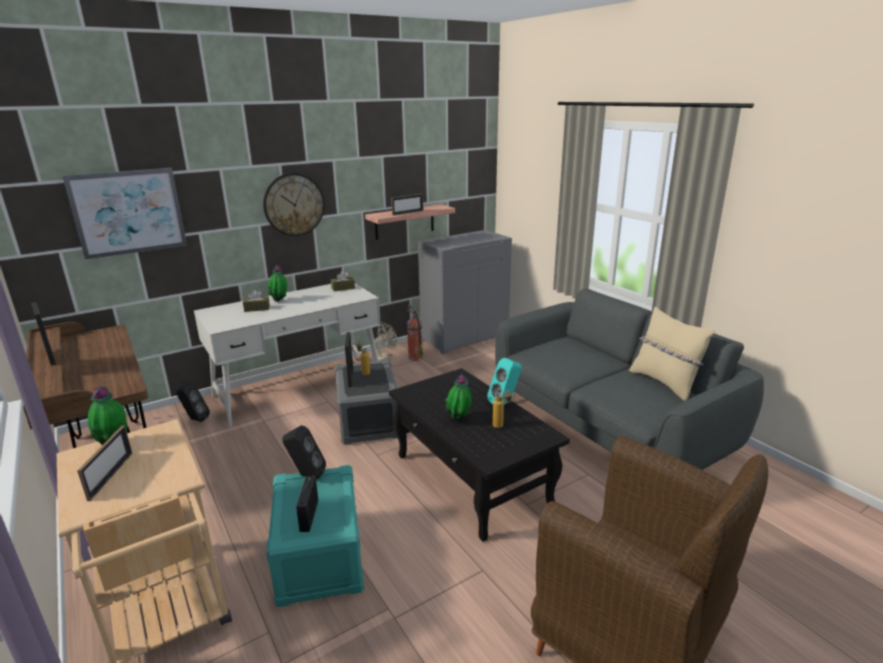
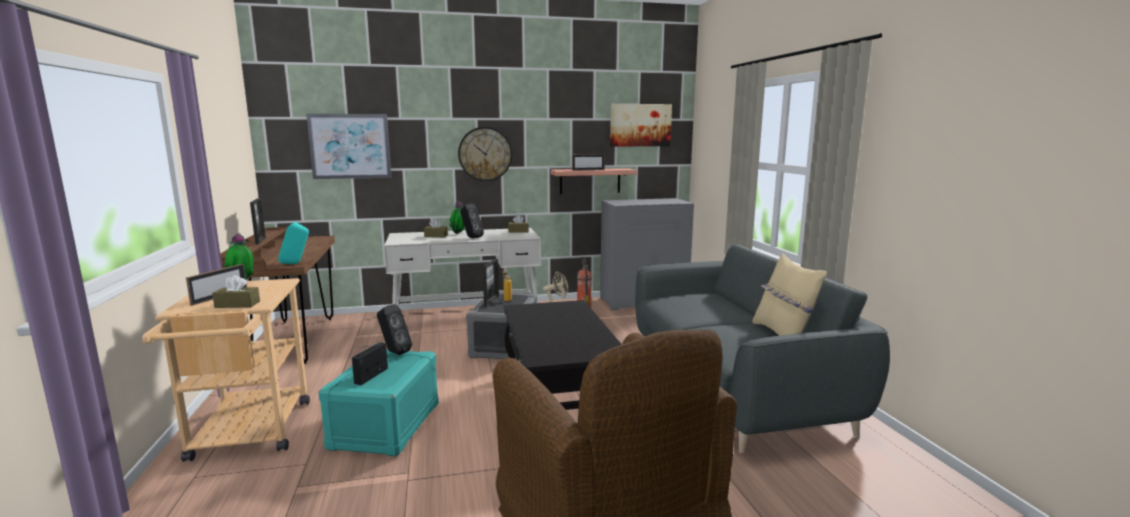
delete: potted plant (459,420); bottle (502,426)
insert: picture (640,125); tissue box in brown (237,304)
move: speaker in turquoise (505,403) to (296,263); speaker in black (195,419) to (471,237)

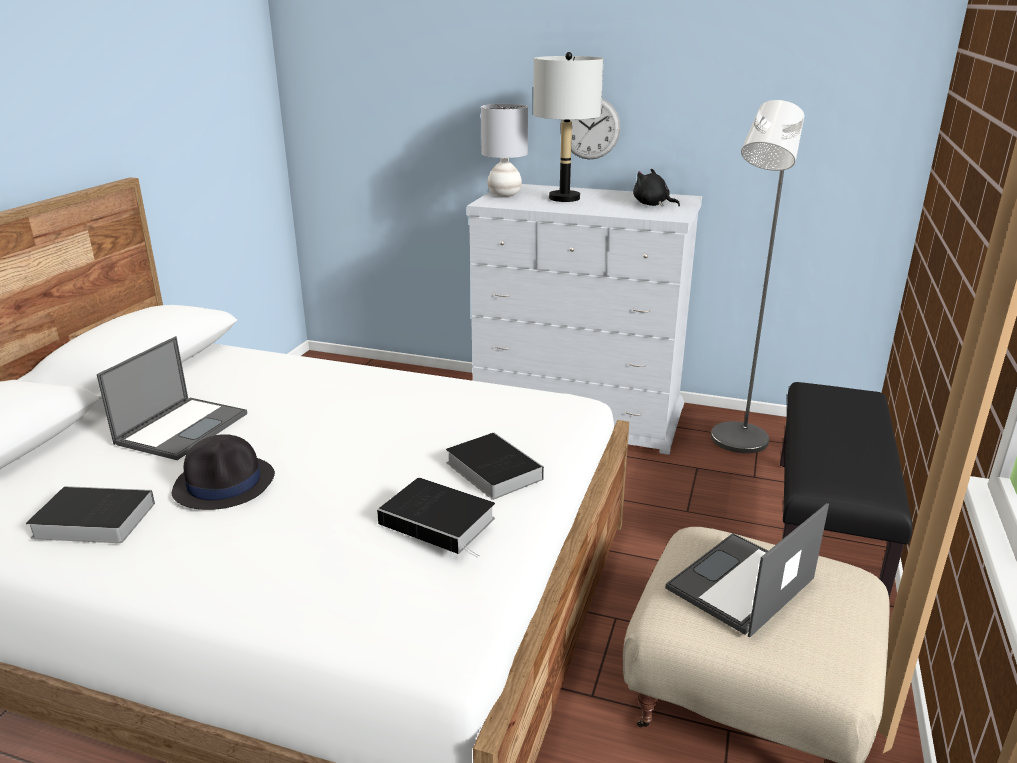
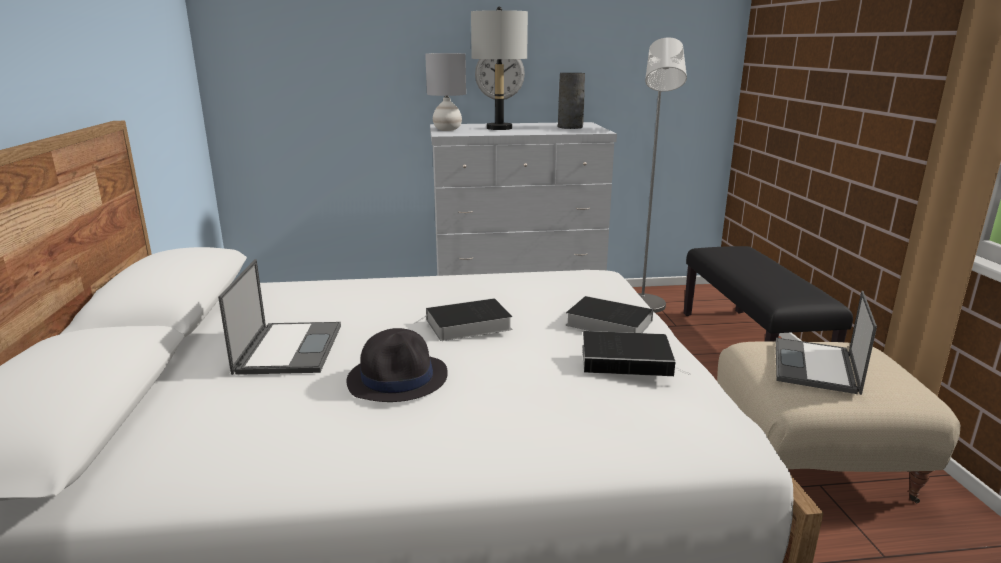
move: book (90,521) to (466,325)
replace: plush toy in black (652,205) to vase in grey (570,127)

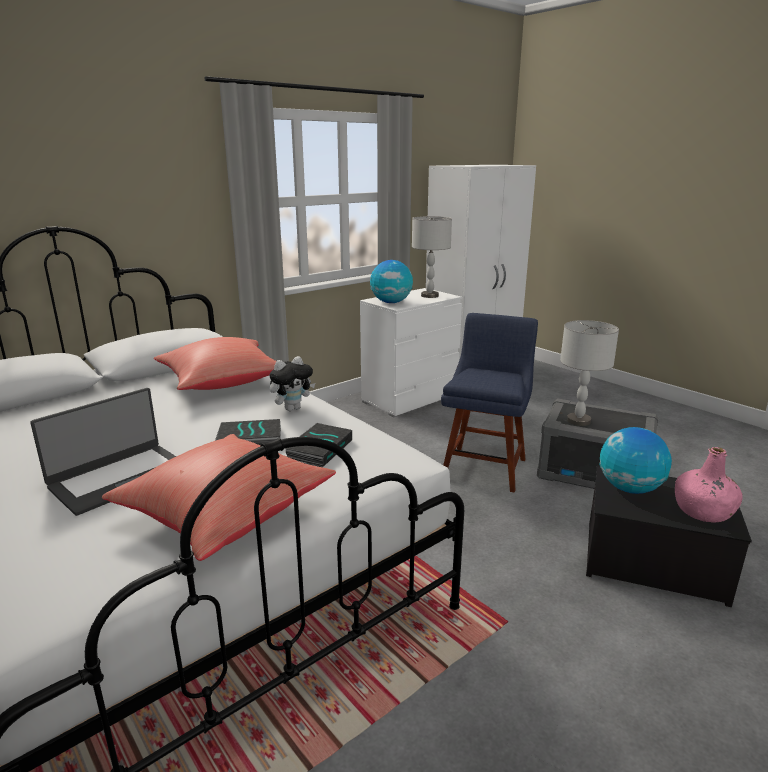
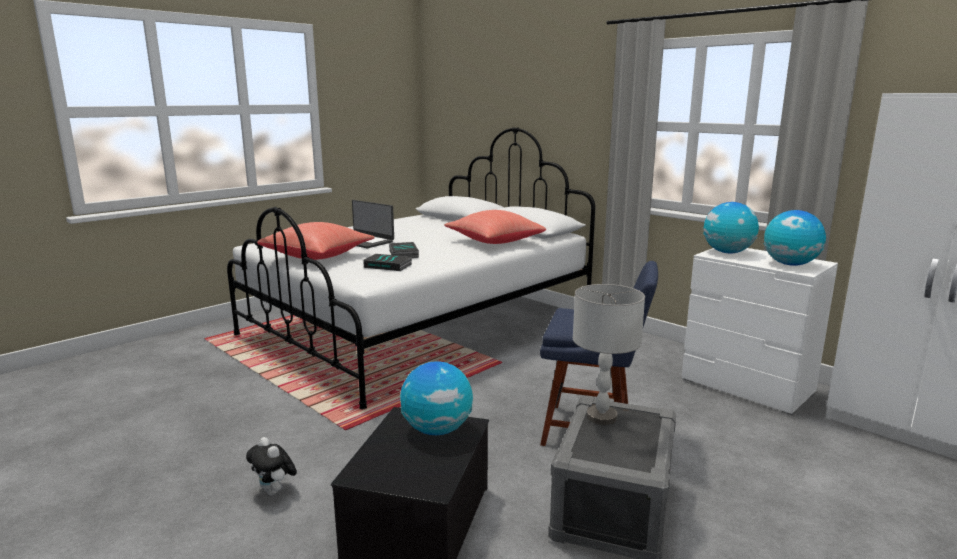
delete: bottle in pink (703,511)
move: plush toy (292,408) to (275,492)
replace: table lamp in grey (430,296) to globe (790,264)

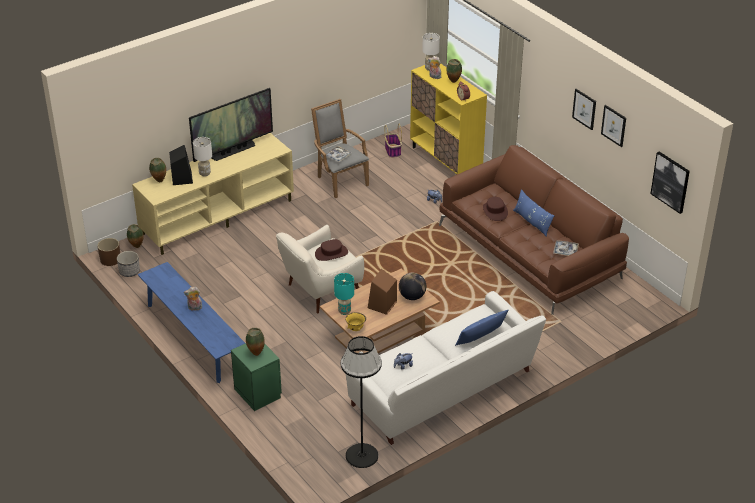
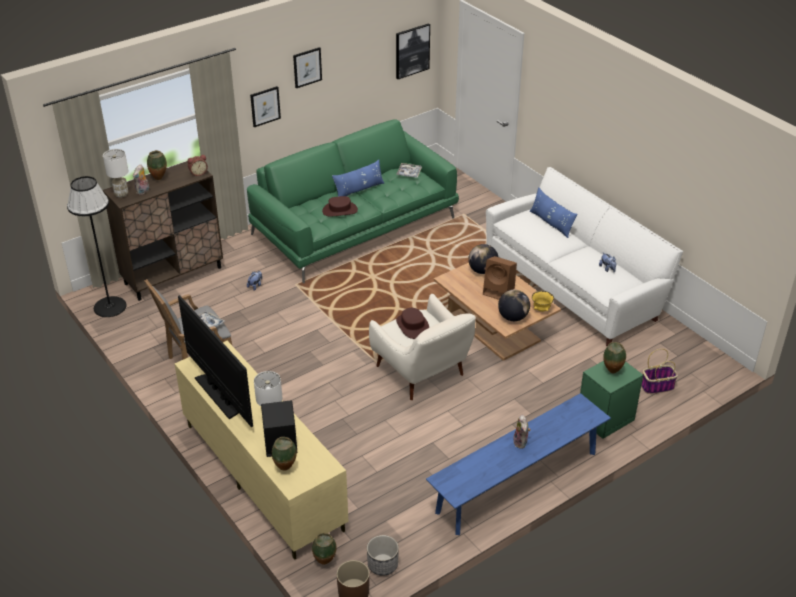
move: picture (614,125) to (265,106); basket (393,151) to (657,386); floor lamp in black (362,455) to (110,307)
replace: table lamp in turquoise (345,311) to globe (513,317)
recolor: cabinet in yellow (446,160) to cabinet in brown (173,275); sofa in brown (530,252) to sofa in green (355,226)

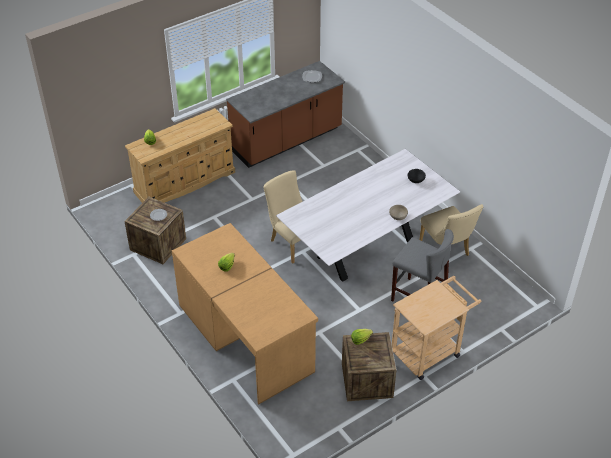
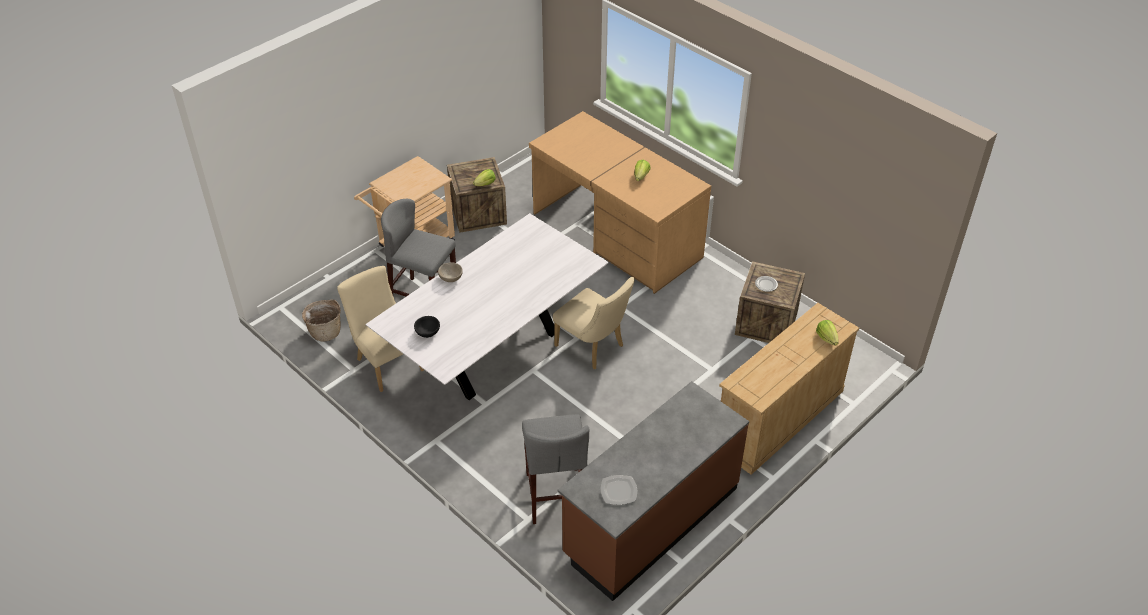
insert: basket (325,331); stool in grey (556,495)

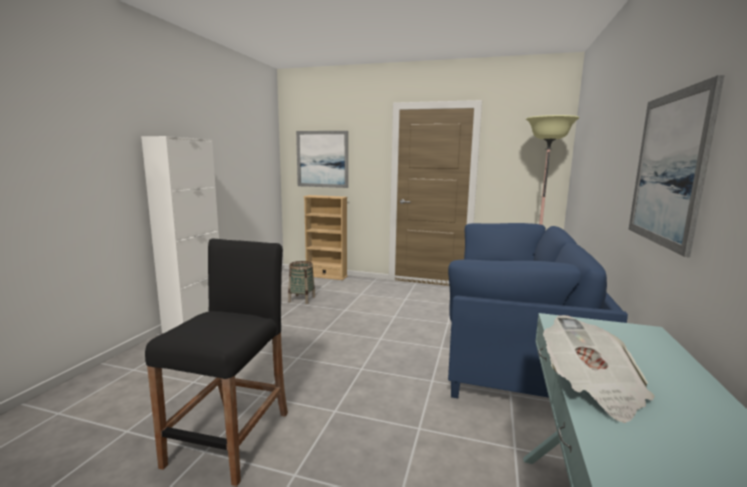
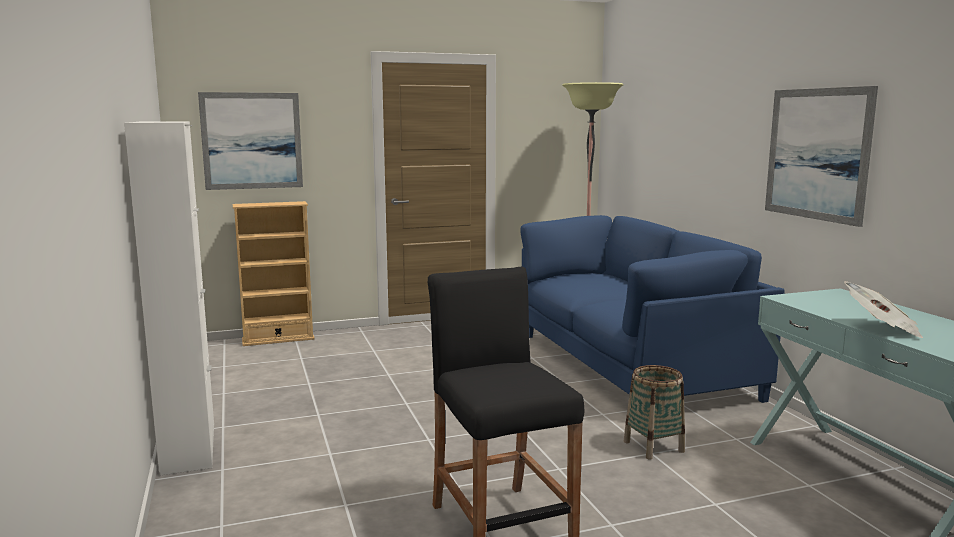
move: basket (302,299) to (653,446)

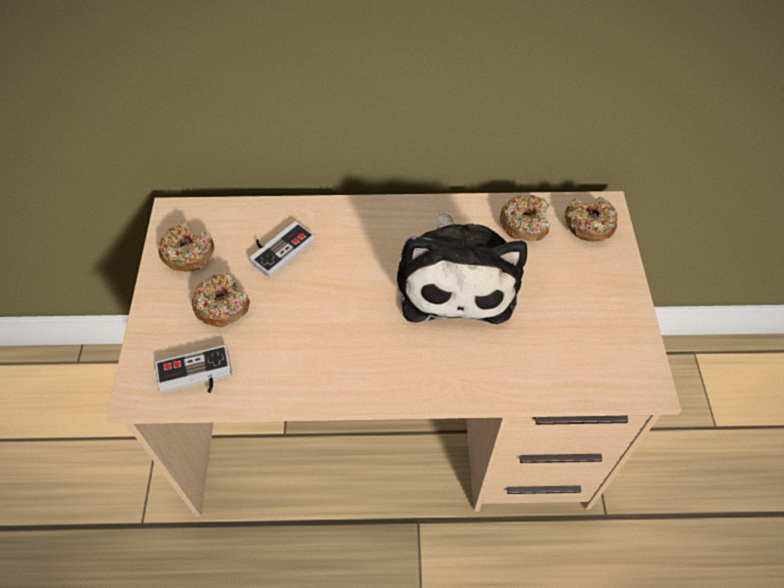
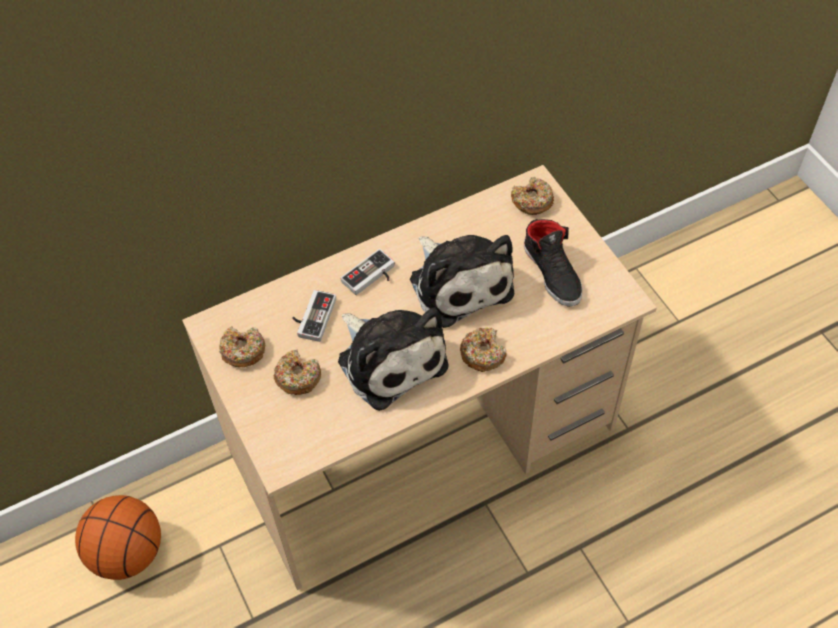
insert: shoe in black (553,272); plush toy (389,359); basketball (128,552)
move: donut (524,223) to (483,353); game controller (196,377) to (371,277)

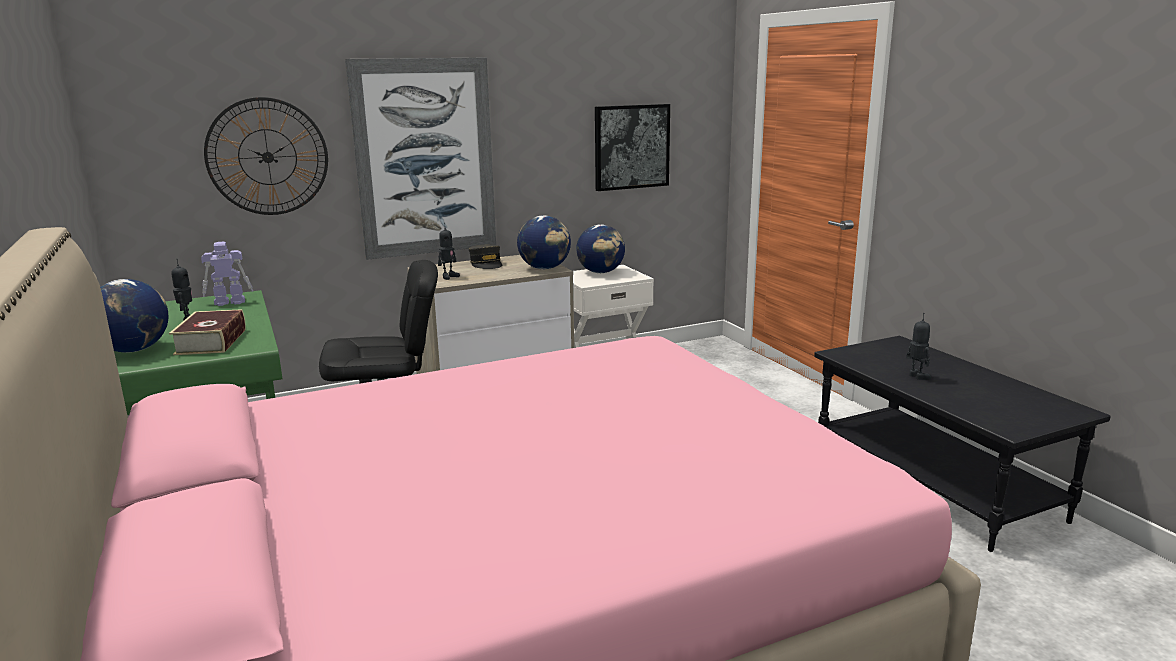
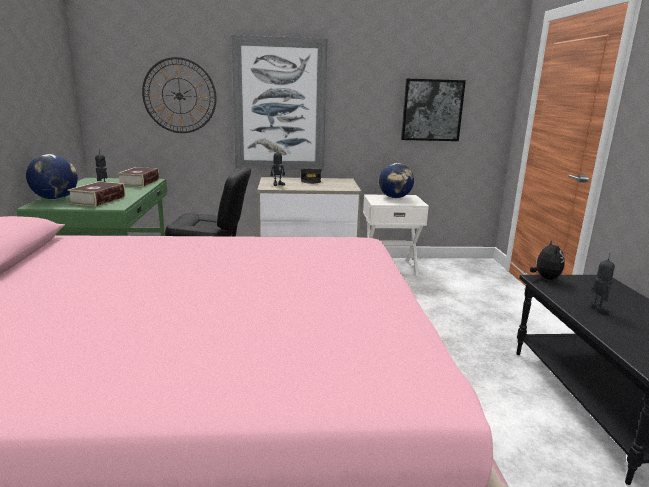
delete: globe (545,268)
insert: plush toy (545,278)
replace: toy robot (229,302) to book (139,182)

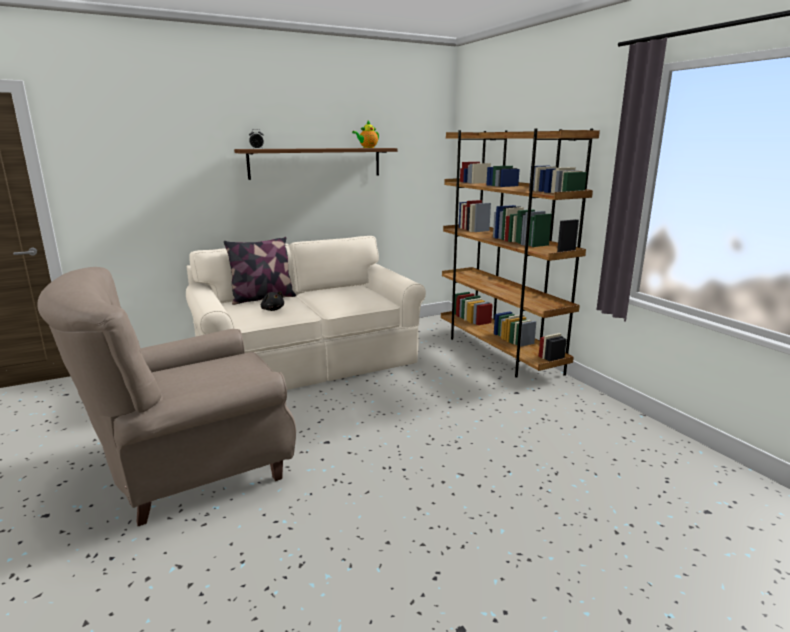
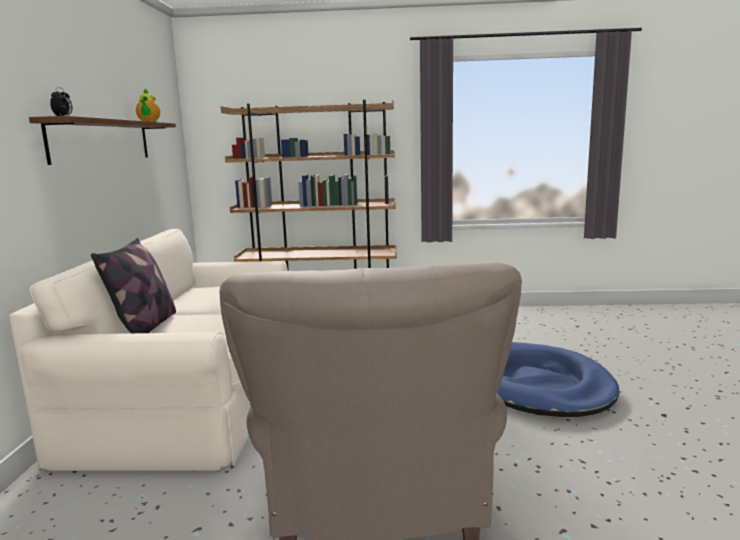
delete: plush toy in black (272,309)
insert: dog bed in blue (538,385)

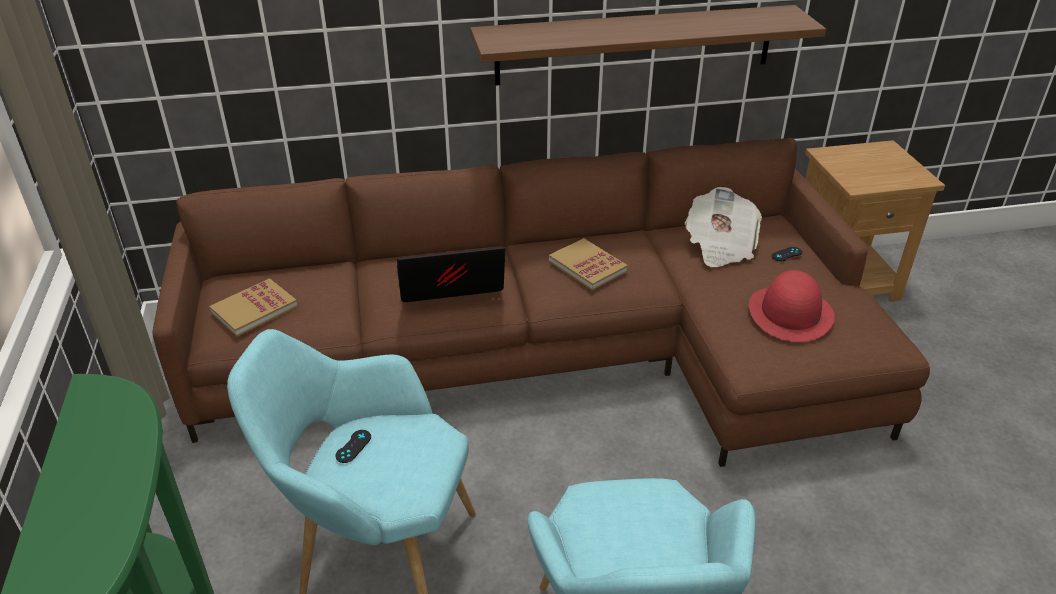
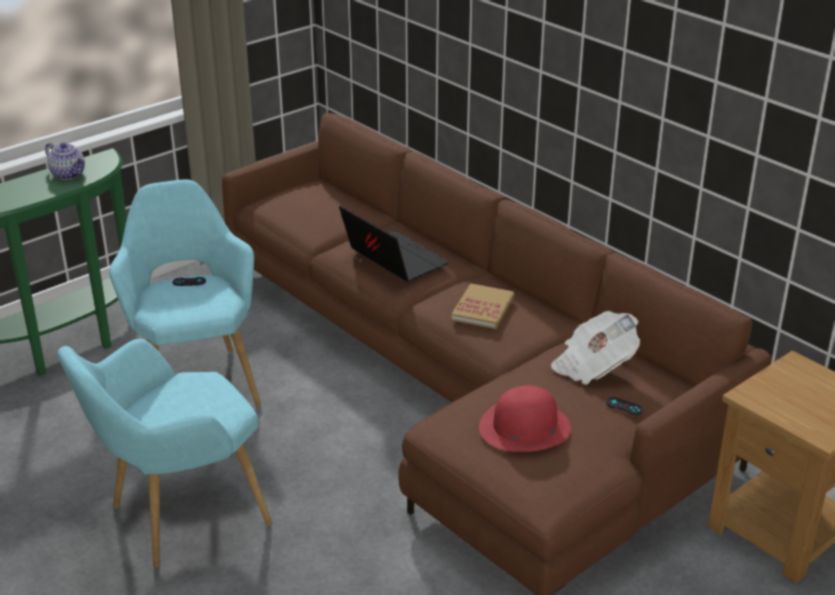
delete: shelf (635,45); book (254,309)
insert: teapot (69,174)

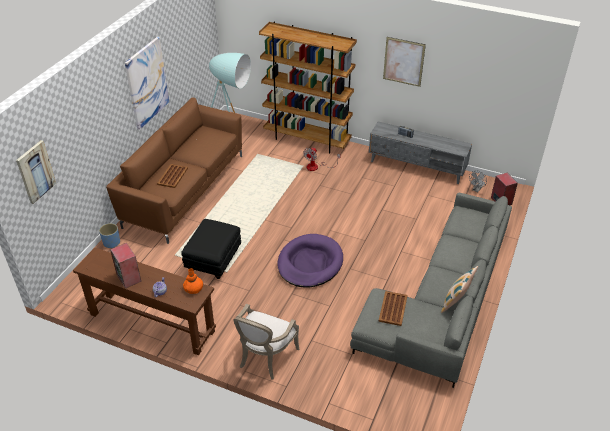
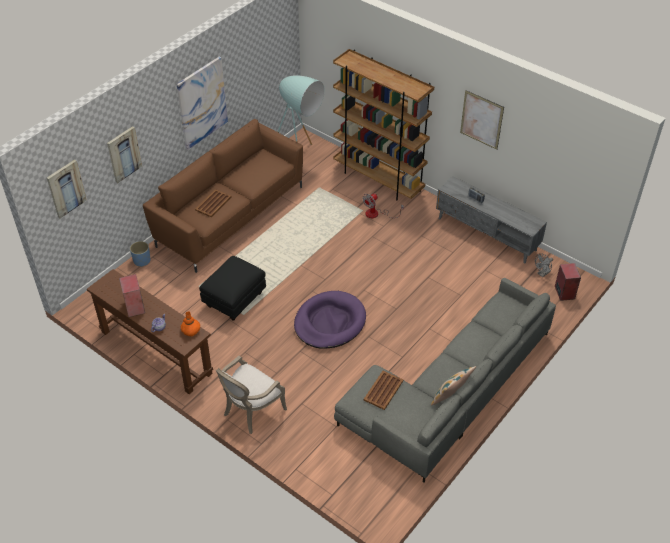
insert: picture (124,154)

